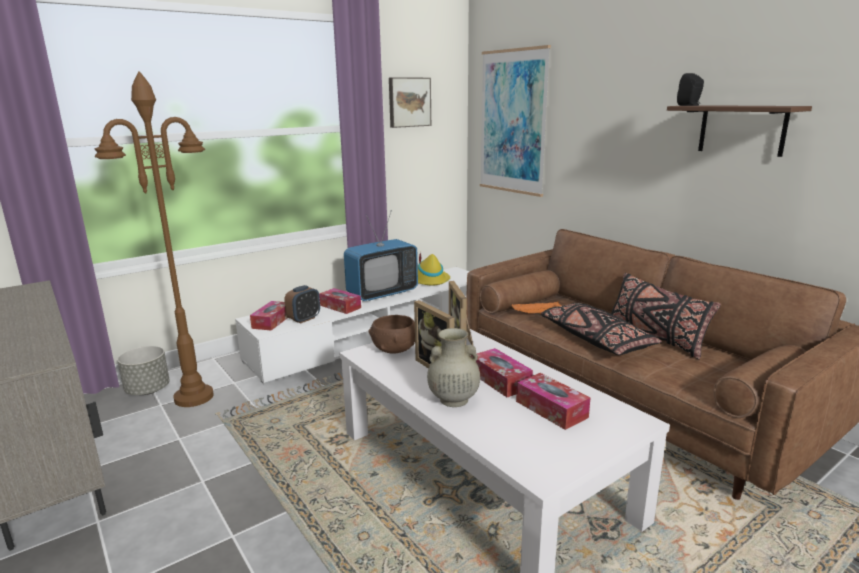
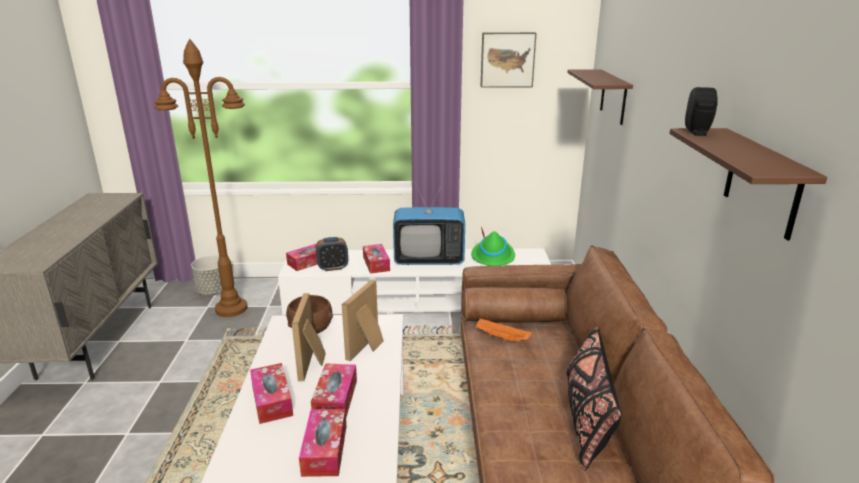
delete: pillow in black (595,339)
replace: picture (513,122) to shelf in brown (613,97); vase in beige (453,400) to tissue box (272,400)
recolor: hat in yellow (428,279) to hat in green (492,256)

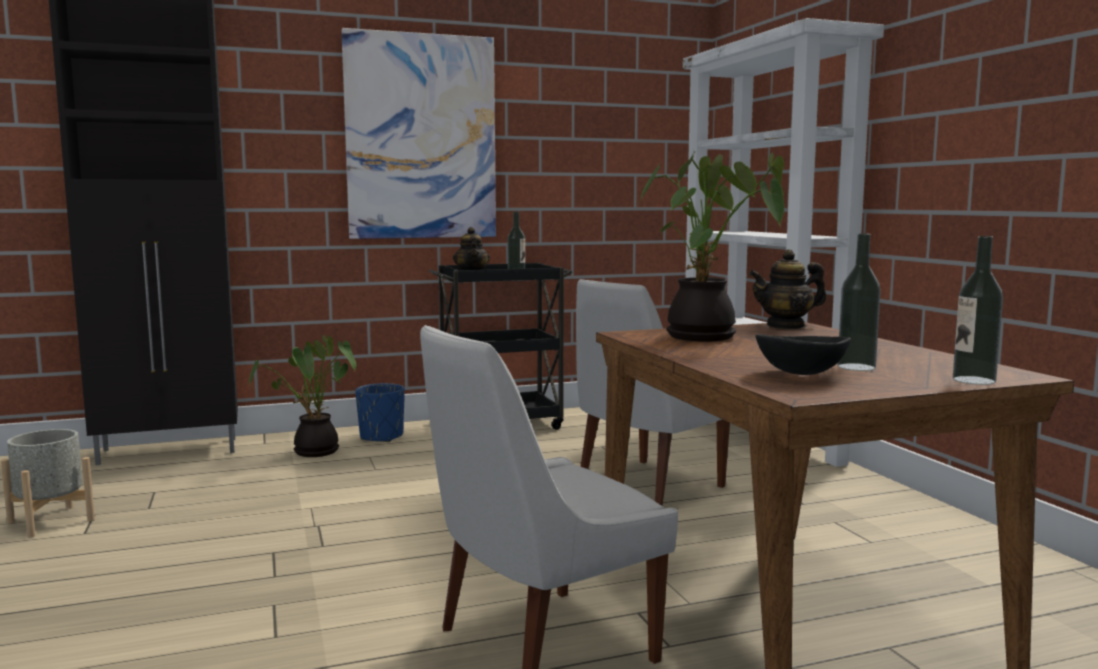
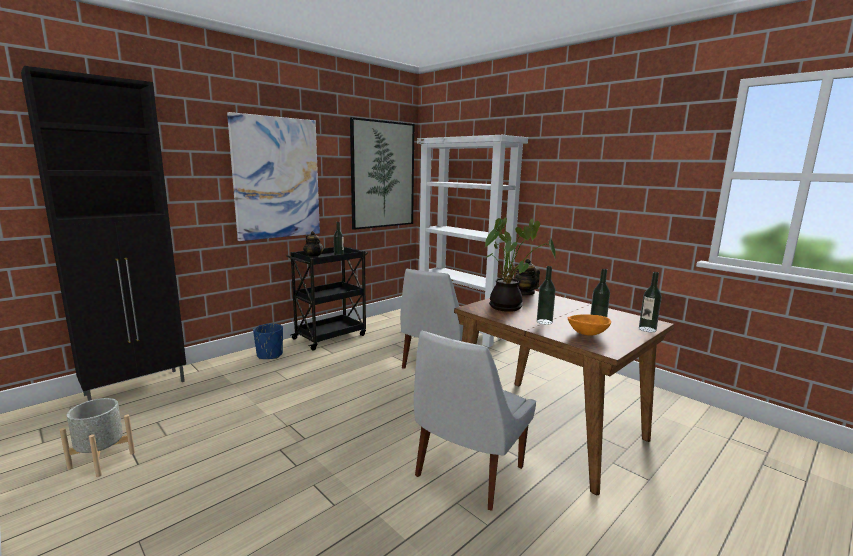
delete: potted plant (312,452)
insert: picture (383,175); bottle (544,321)
recolor: bowl in black (801,374) to bowl in orange (587,334)
rotate: teapot (786,326) = (525,293) 105 degrees clockwise

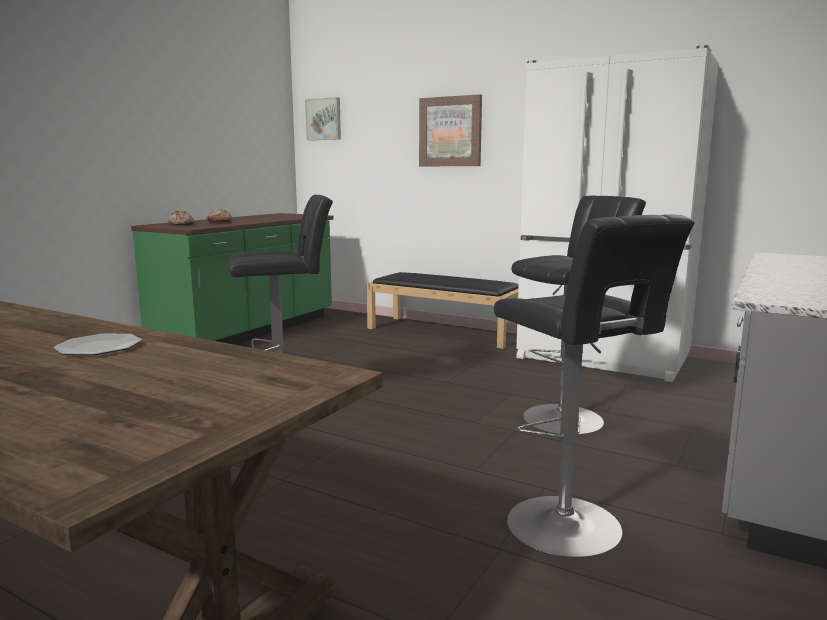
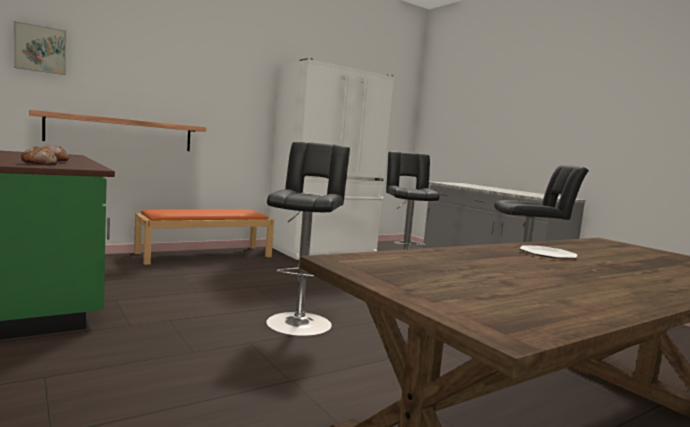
delete: picture (450,132)
insert: shelf (121,132)
recolor: bench in black (445,331) to bench in orange (205,254)

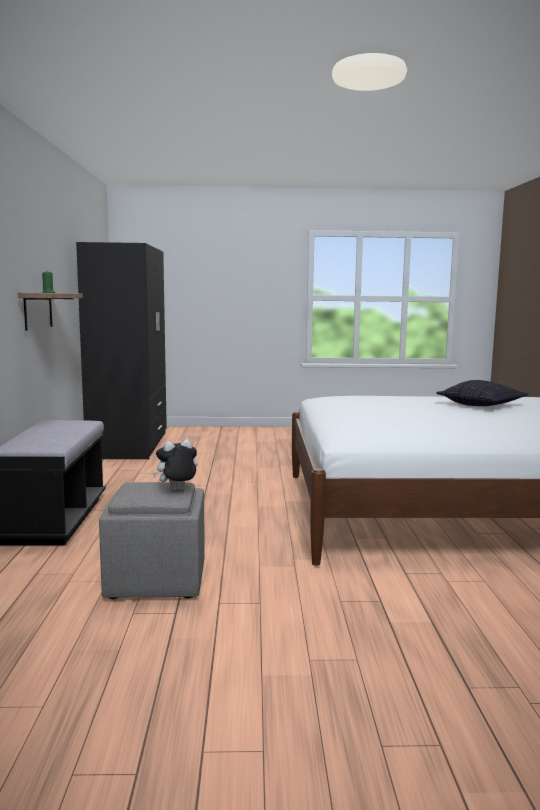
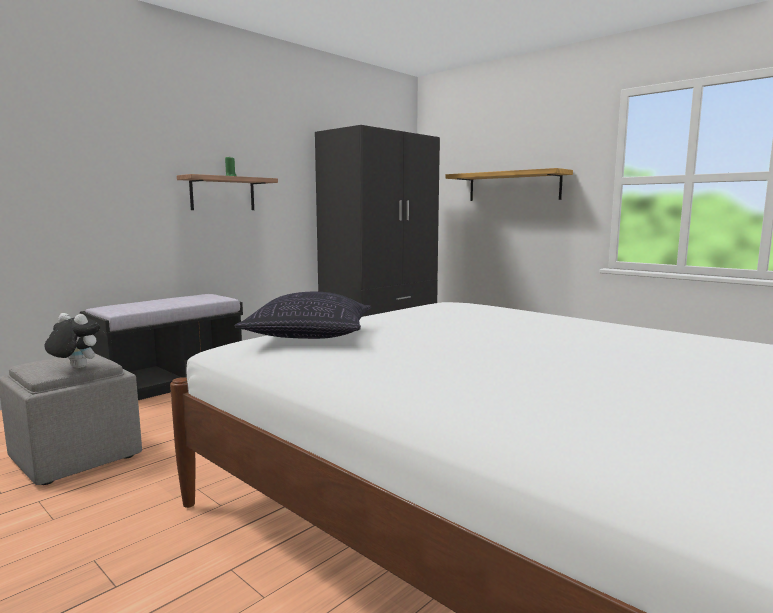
insert: shelf (513,186)
move: pillow (481,405) to (309,337)

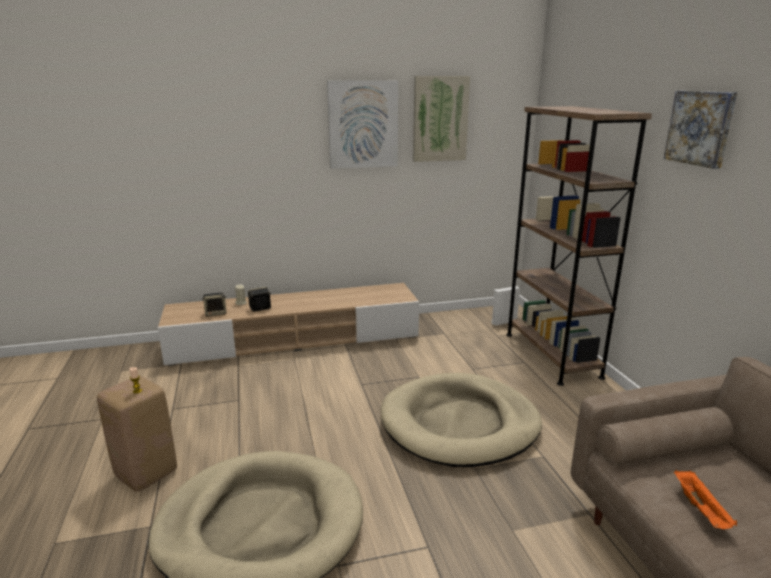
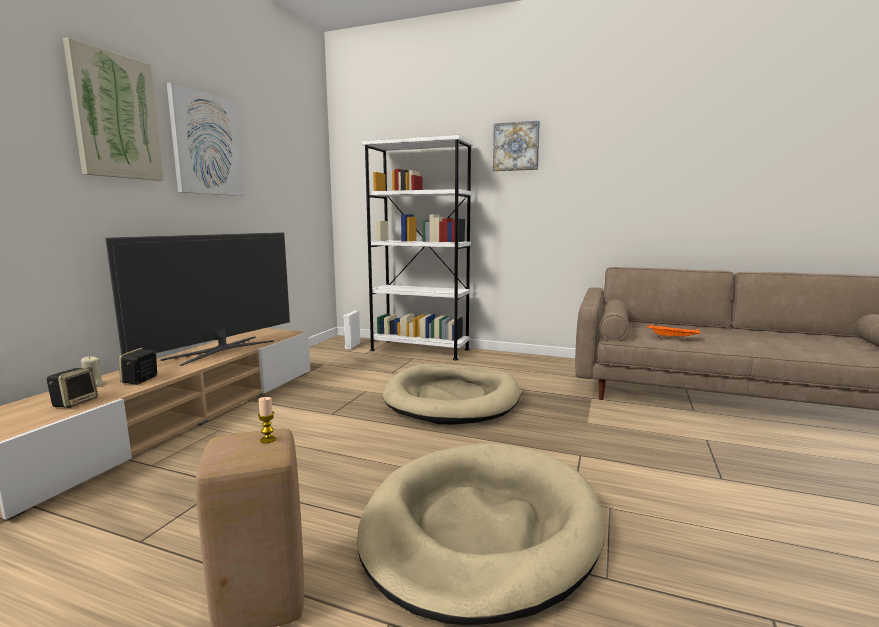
insert: television (221,350)
move: picture (440,119) to (115,116)
recolor: bookcase in brown (551,355) to bookcase in white (419,350)

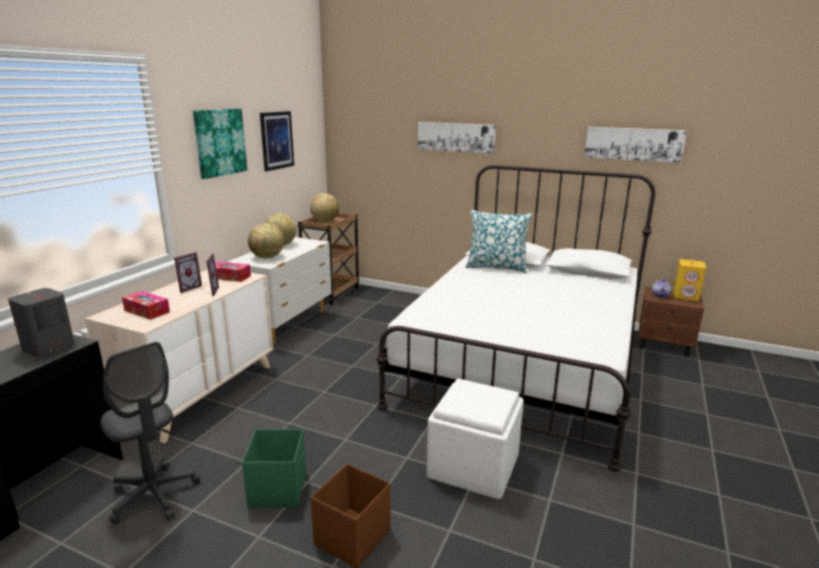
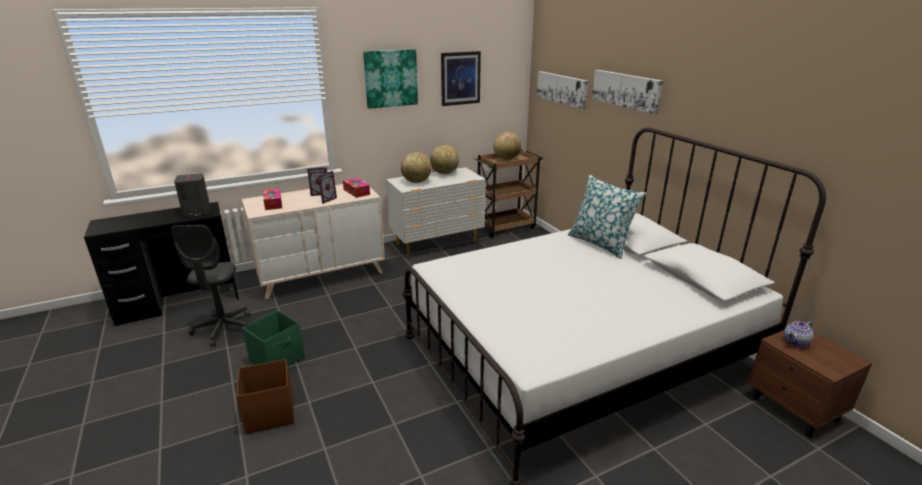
delete: speaker in yellow (686,296); ottoman in white (474,465)
move: picture (633,144) to (562,89)

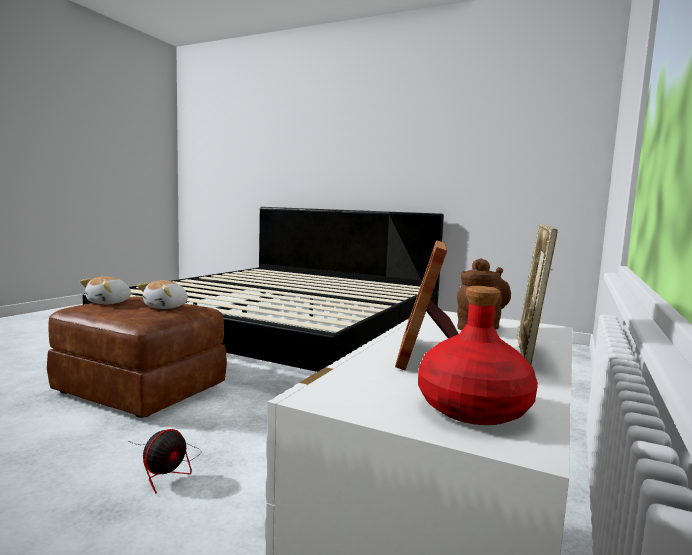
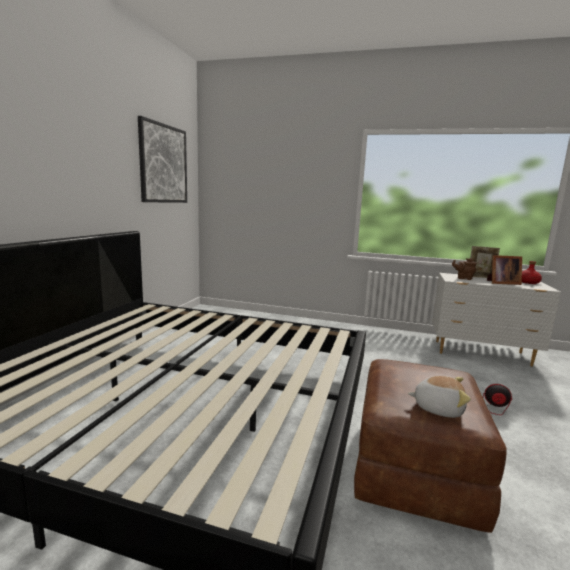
delete: plush toy (167,307)
insert: picture (163,164)

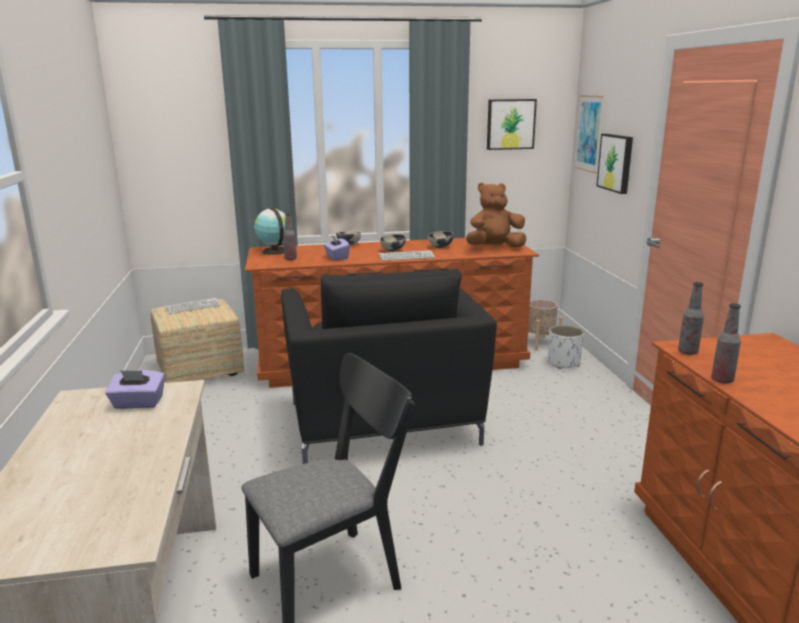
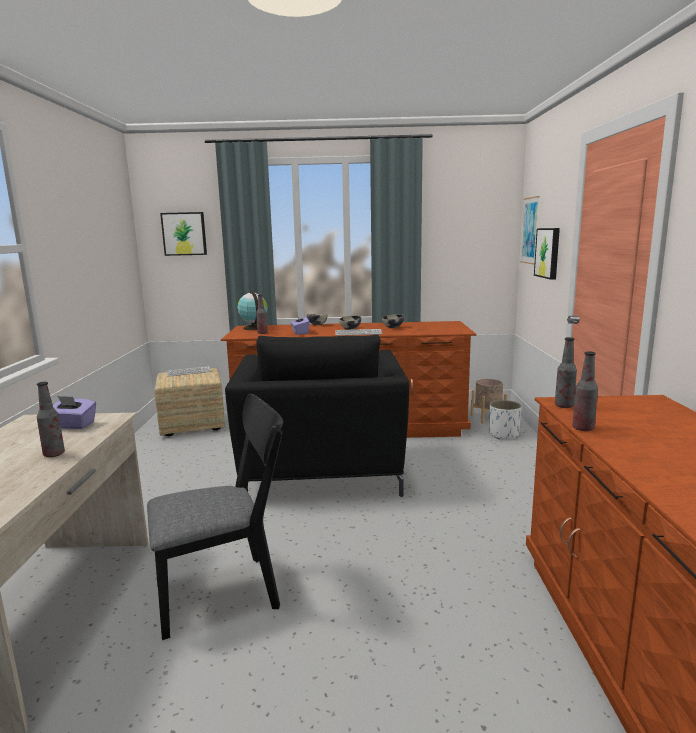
delete: plush toy in brown (494,248)
insert: bottle (54,454)
move: picture (510,124) to (184,234)

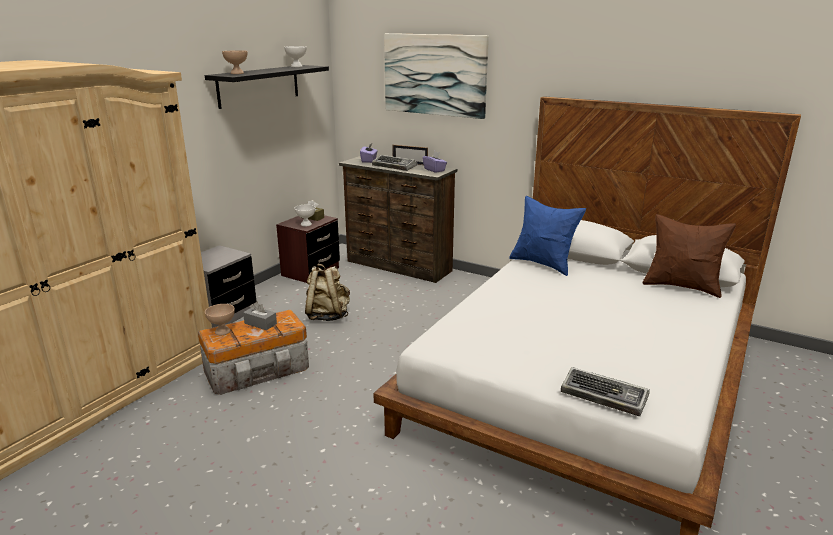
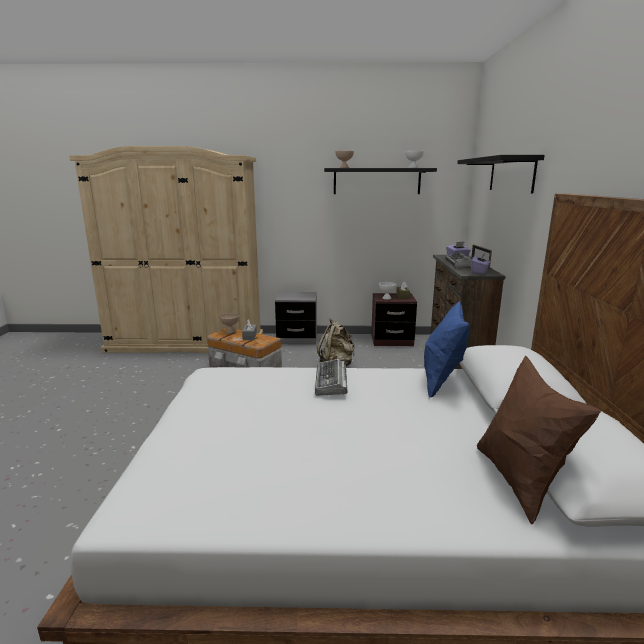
move: keyboard (605,396) to (331,382)
replace: picture (434,75) to shelf in black (511,174)

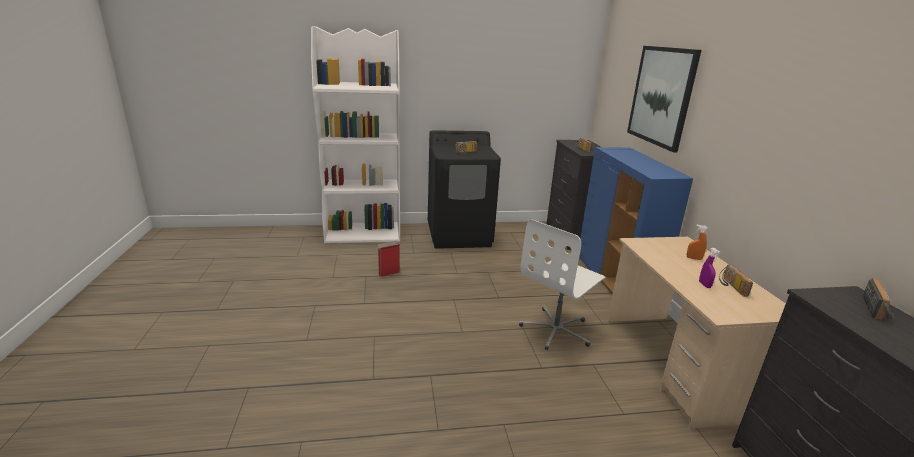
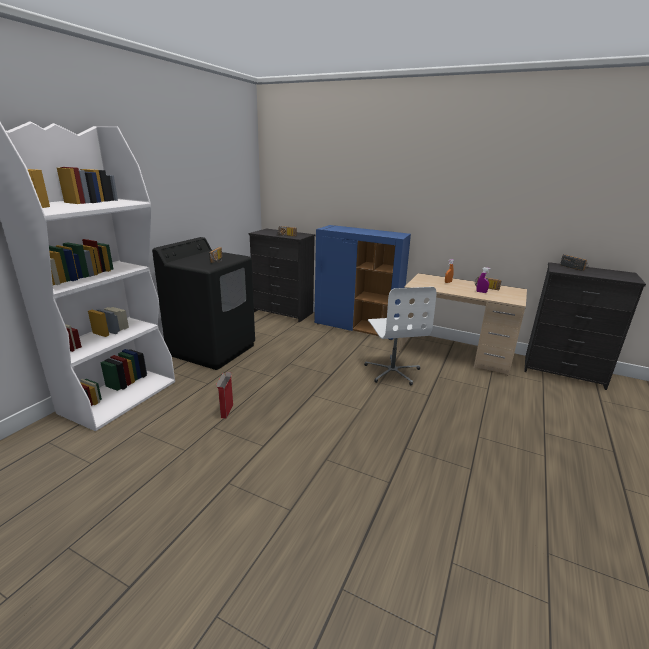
delete: picture (661,96)

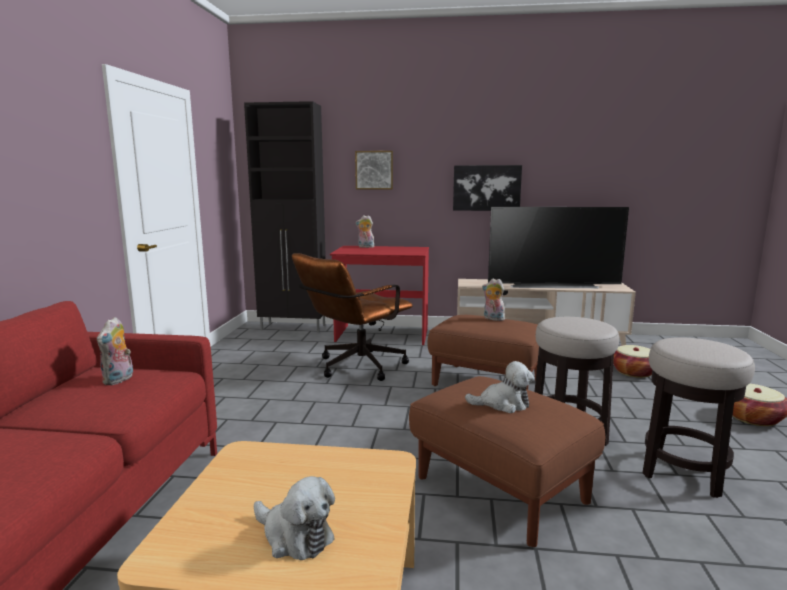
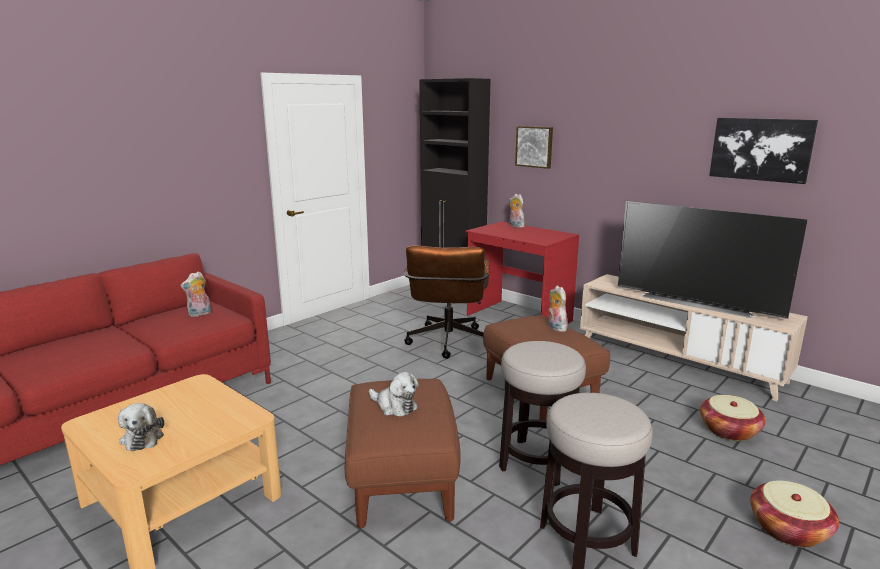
move: picture (486,188) to (761,149)
rotate: office chair in brown (354,368) = (447,344) 75 degrees counterclockwise

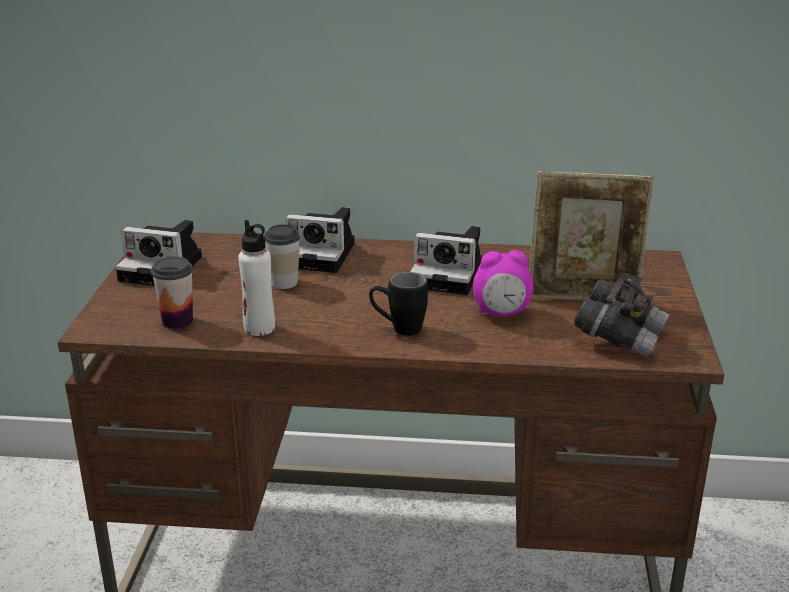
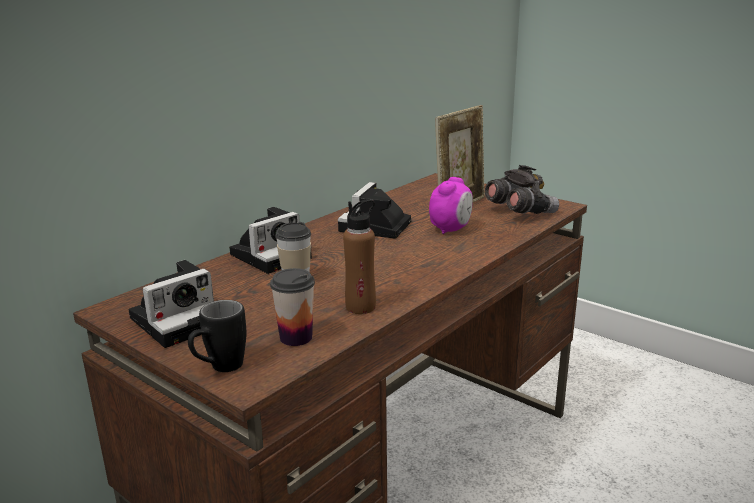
move: mug in black (398,329) to (219,369)
recolor: bottle in white (259,328) to bottle in brown (361,307)
rotate: photo camera (450,275) = (375,228) 150 degrees clockwise

